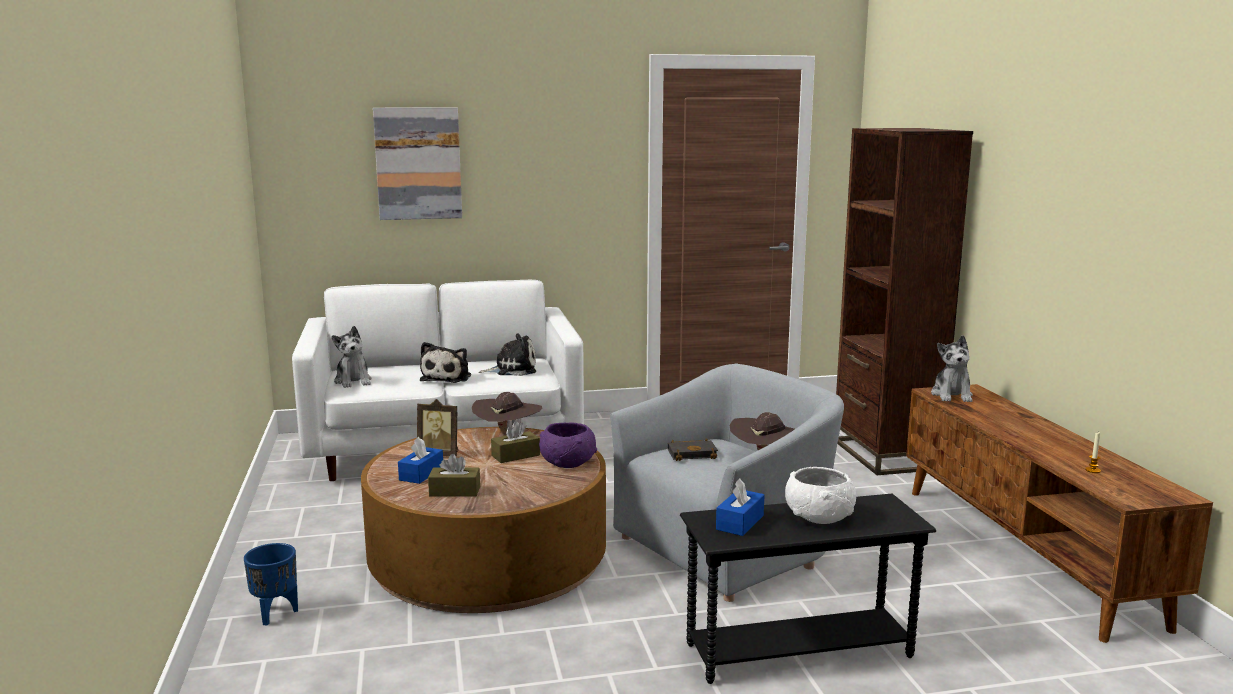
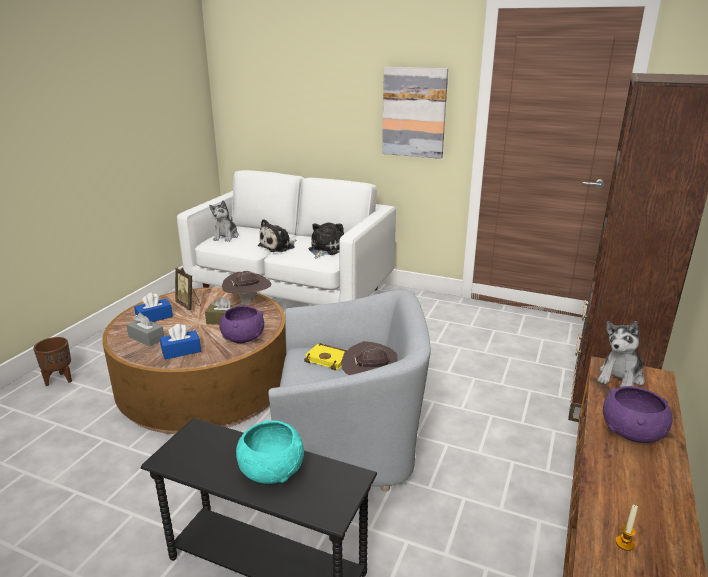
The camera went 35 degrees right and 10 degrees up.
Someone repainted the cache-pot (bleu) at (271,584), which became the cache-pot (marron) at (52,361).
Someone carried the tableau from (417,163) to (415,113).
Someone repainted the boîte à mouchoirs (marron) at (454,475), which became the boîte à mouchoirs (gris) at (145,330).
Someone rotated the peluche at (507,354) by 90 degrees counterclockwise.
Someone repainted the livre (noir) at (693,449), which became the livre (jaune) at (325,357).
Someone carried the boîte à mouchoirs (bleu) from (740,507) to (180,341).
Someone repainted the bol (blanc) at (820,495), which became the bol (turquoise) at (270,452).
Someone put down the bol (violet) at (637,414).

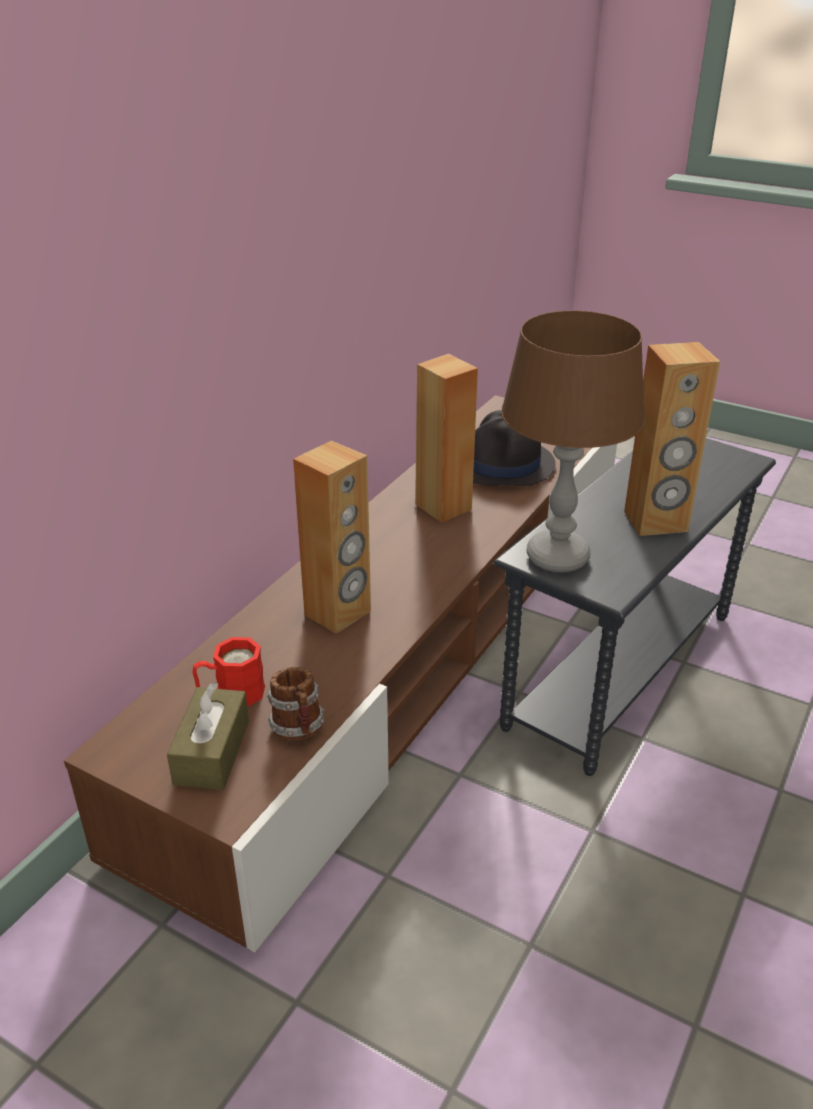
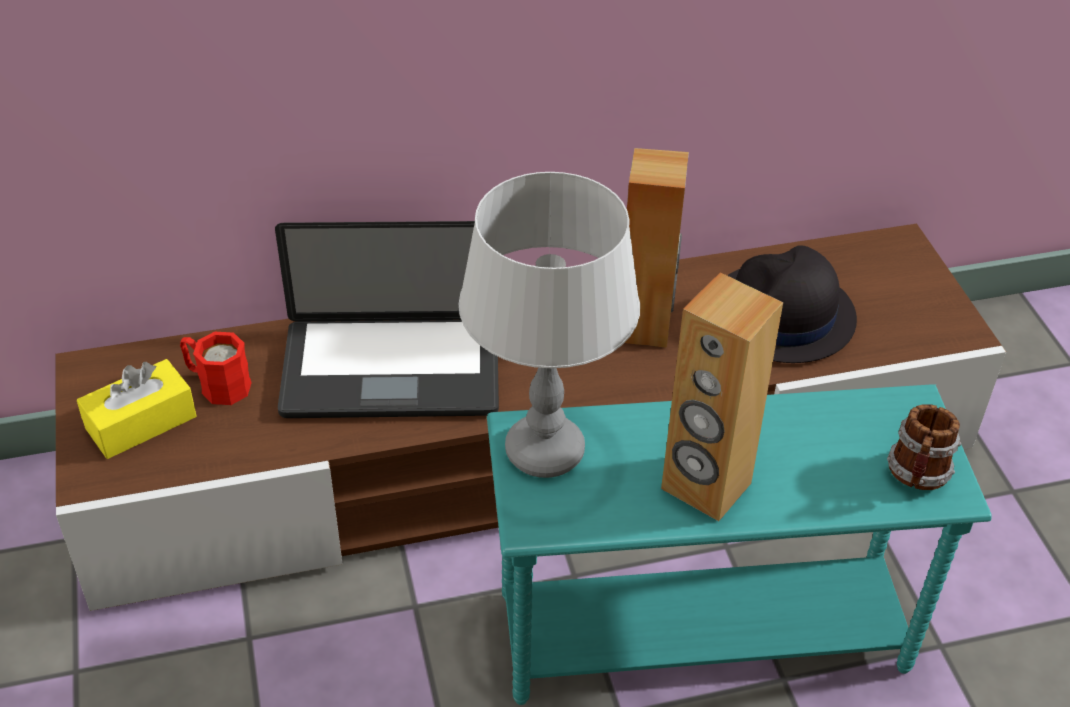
The camera went 45 degrees right and 10 degrees up.
Someone repainted the boîte à mouchoirs (marron) at (208,736), which became the boîte à mouchoirs (jaune) at (137,409).
Someone carried the mug from (296,703) to (924,447).
Someone swapped the enceinte (marron) at (332,537) for the ordinateur portable at (387,319).
Someone repainted the table d'appoint (gris) at (634,607), which became the table d'appoint (turquoise) at (739,544).
Someone repainted the lampe de table (marron) at (573,441), which became the lampe de table (gris) at (549,325).

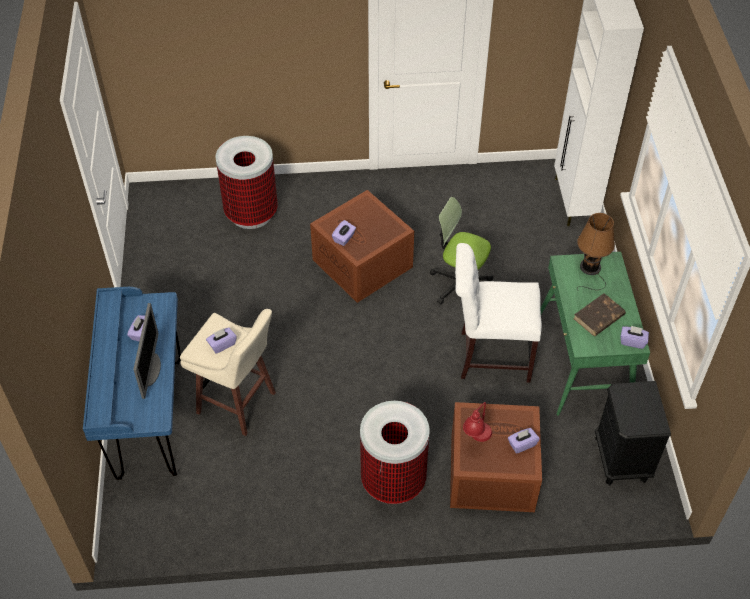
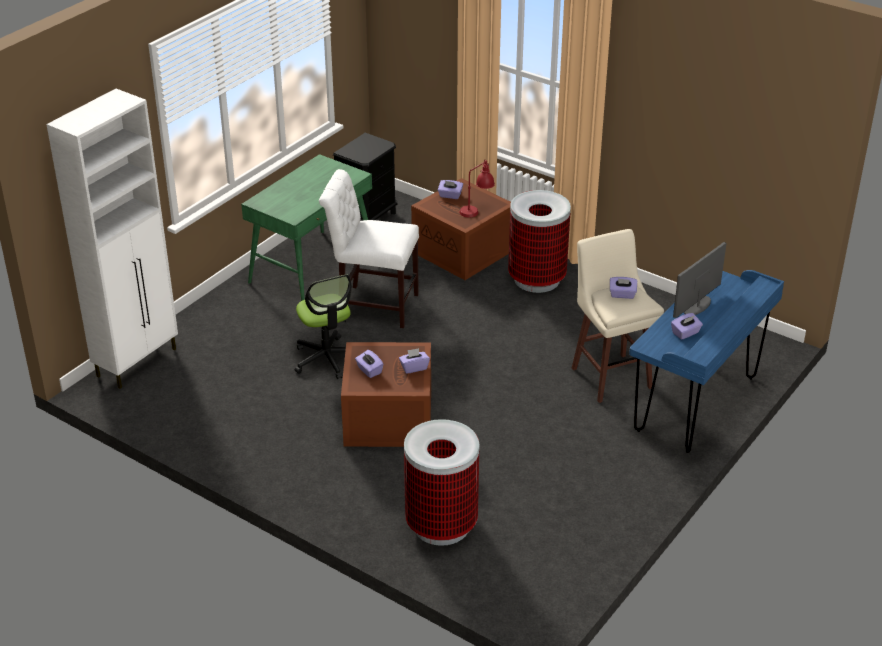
The camera went 140 degrees left and 15 degrees down.
Someone rotated the chaise (blanc) at (498,313) by 150 degrees clockwise.
Someone took away the livre (marron) at (599,314).
Someone took away the lampe de table (marron) at (596,251).
Someone carried the boîte à mouchoirs (violet) from (634,337) to (369,364).

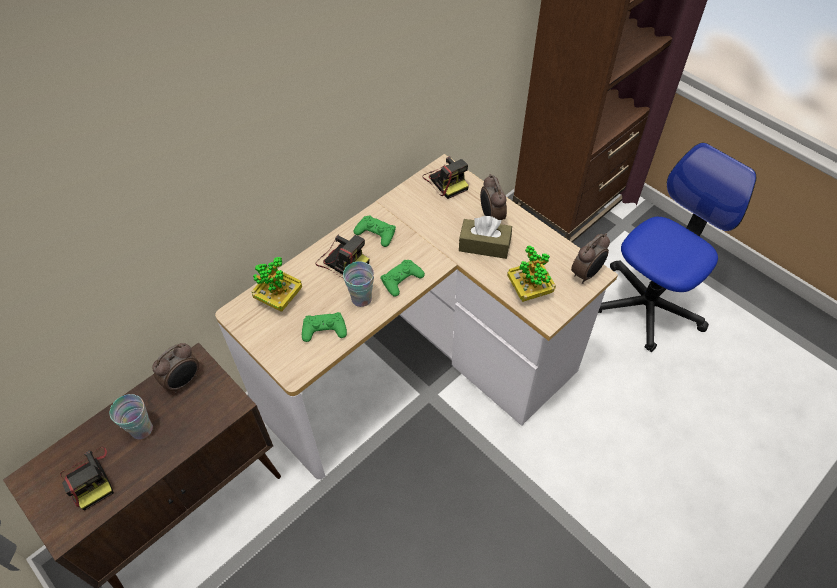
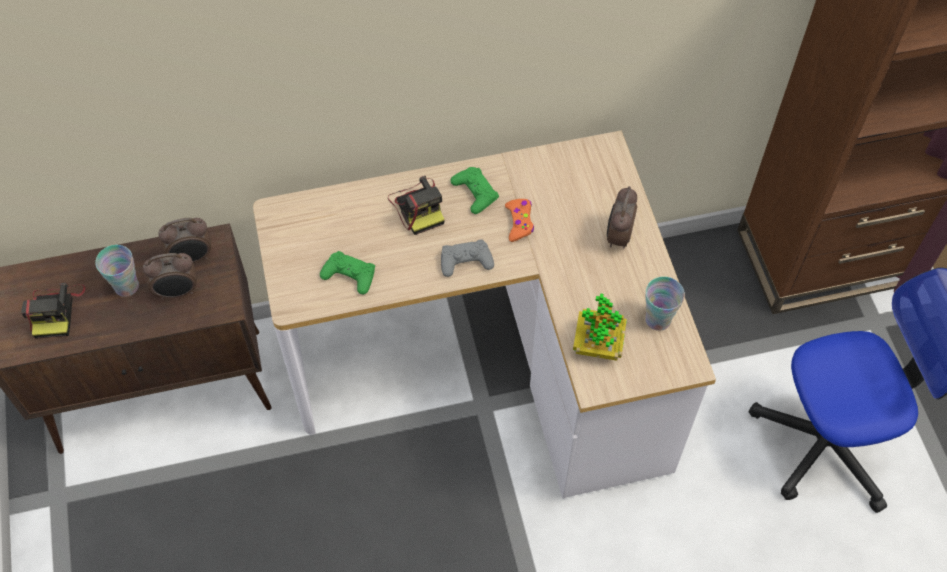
The camera went 30 degrees right and 5 degrees up.
Someone took away the plante en pot at (276,284).
Someone carried the tasse from (358,284) to (665,304).
Someone repainted the manette (vert) at (402,278), which became the manette (gris) at (467,258).
Someone took away the appareil photo at (445,177).
Someone took away the boîte à mouchoirs (marron) at (485,237).
Someone carried the réveil from (590,258) to (170,276).
Someone put down the manette (orange) at (519,220).

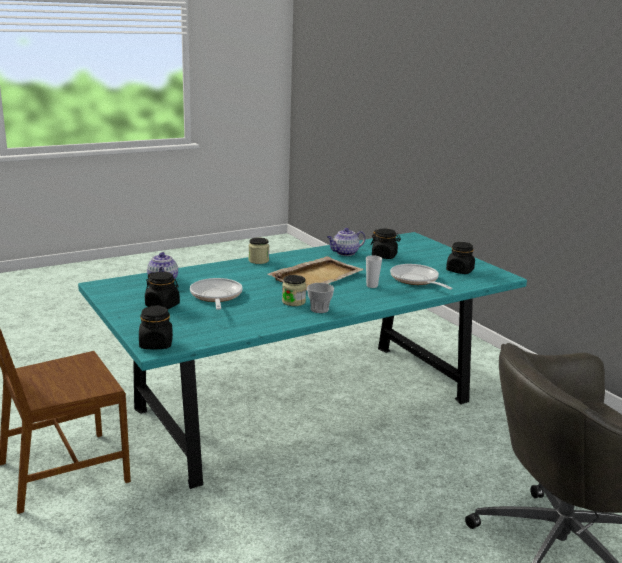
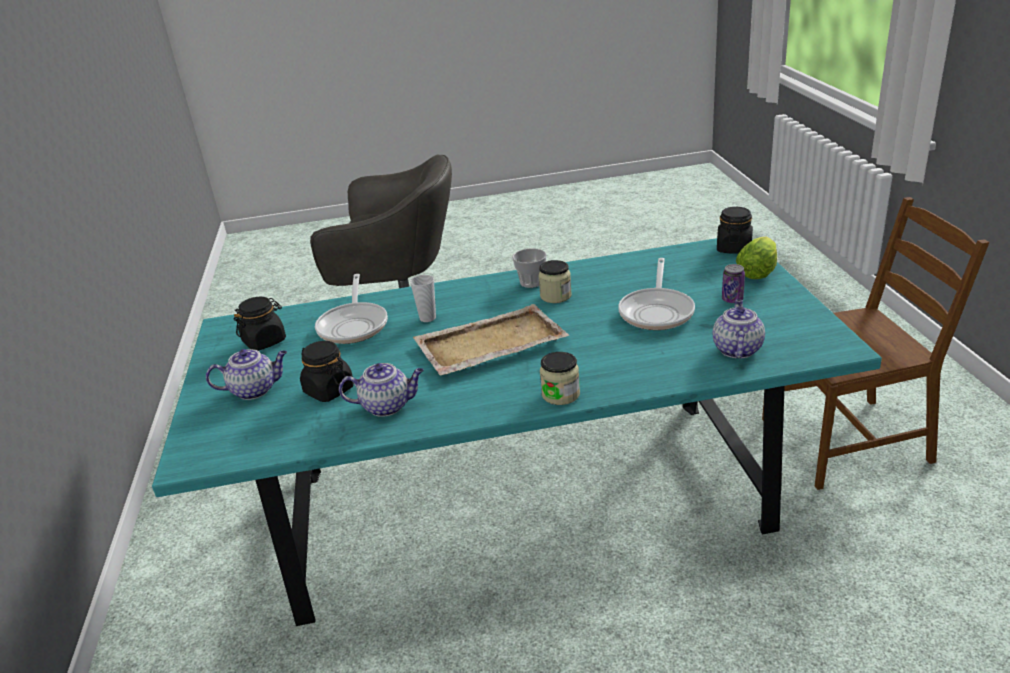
The camera went 155 degrees left and 10 degrees up.
Someone swapped the bocal (noir) at (162,290) for the boîte métallique at (733,283).
Someone put down the théière at (246,374).
Someone put down the laitue at (756,258).

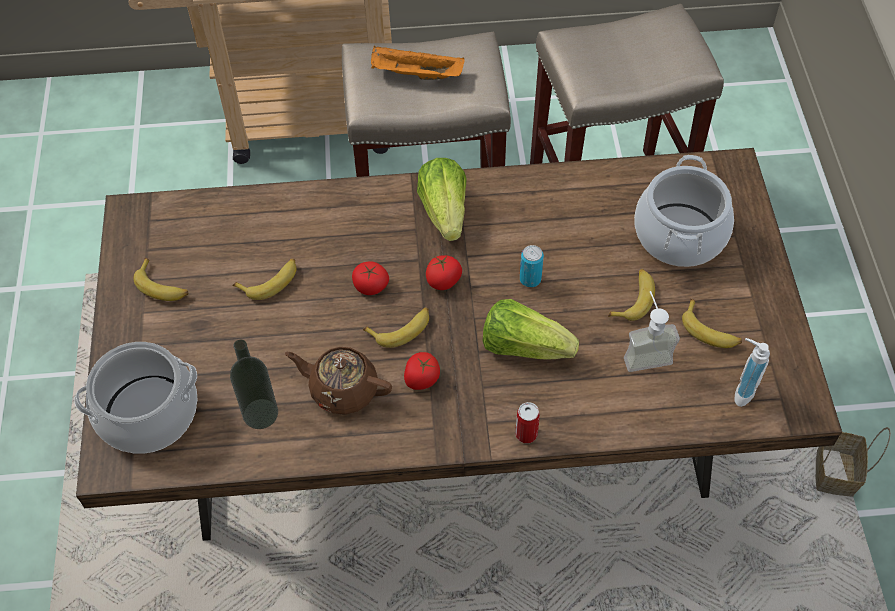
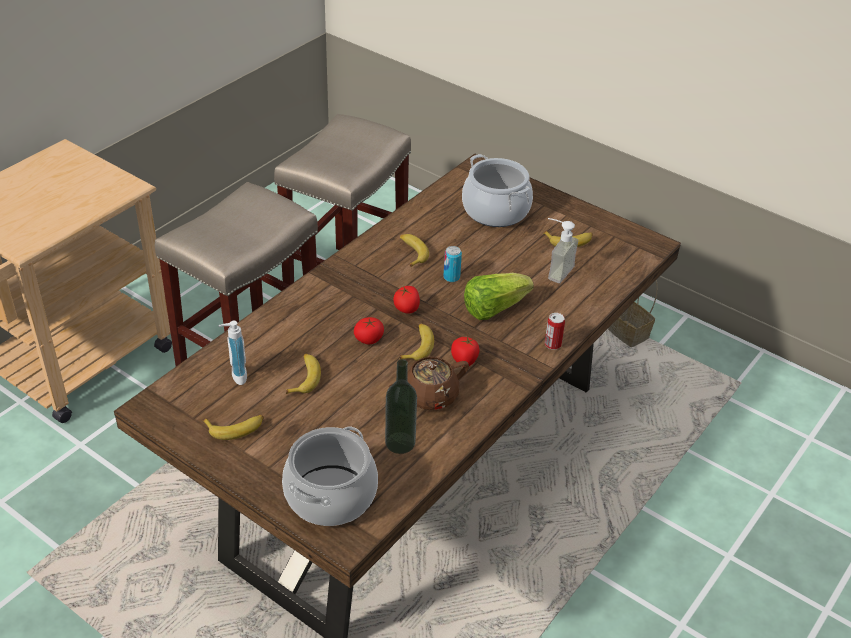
The camera went 50 degrees left and 15 degrees down.
Someone took away the plateau (orange) at (417,63).
Someone took away the laitue at (442,199).
Someone carried the banane from (631,295) to (414,250).
Someone carried the distributeur de savon from (752,372) to (232,353).

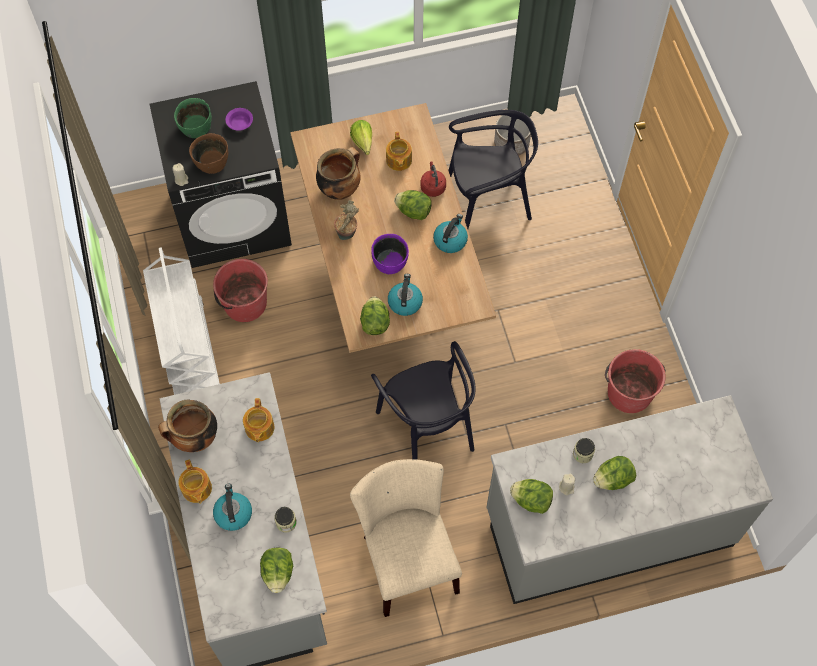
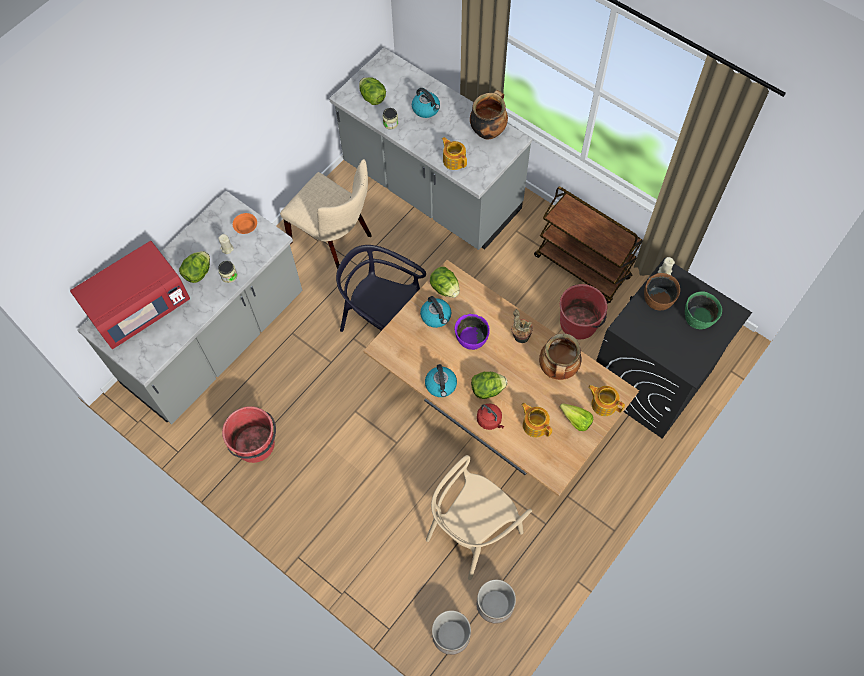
The camera went 145 degrees right and 0 degrees up.
Someone repainted the chariot (blanc) at (181,321), which became the chariot (marron) at (588,245).
Someone carried the théière from (195,481) to (606,400).
Someone took away the bol (violet) at (239,119).
Someone repainted the chaise (noir) at (493,169), which became the chaise (beige) at (479,517).
Someone swapped the laitue at (531,496) for the bol (orange) at (245,223).
Someone put down the micro-ondes (rouge) at (130,295).
Someone put down the cache-pot at (451,632).

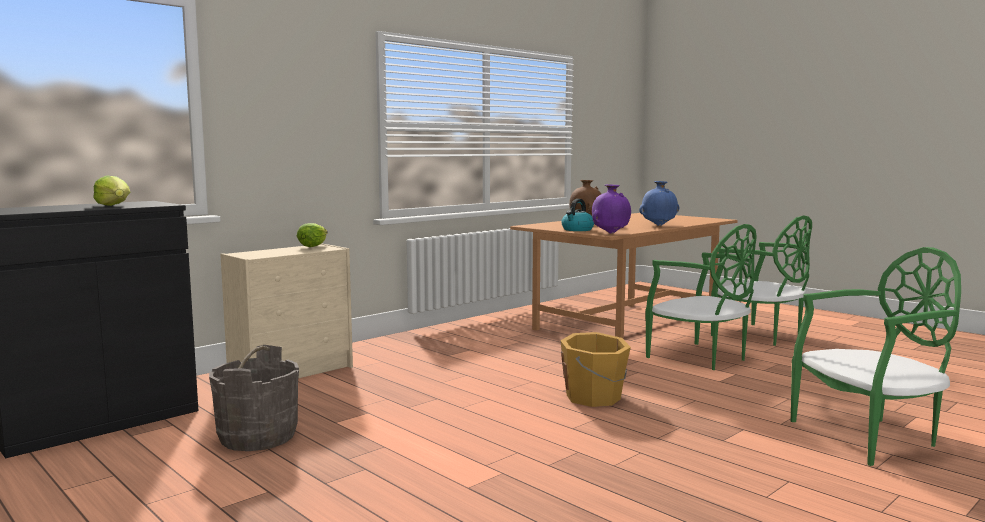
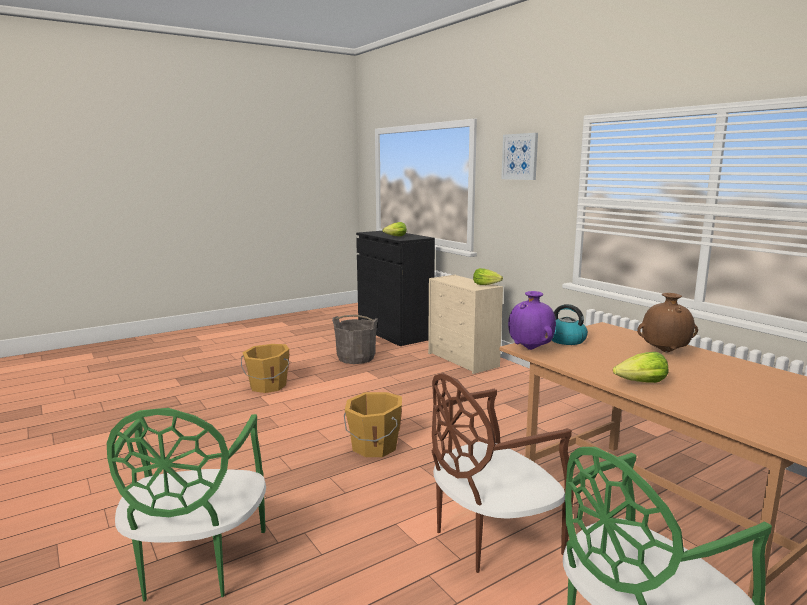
The camera went 100 degrees right and 5 degrees up.
Someone swapped the vase (bleu) at (659,203) for the laitue at (640,367).
Someone repainted the chaise (vert) at (701,297), which became the chaise (marron) at (503,473).
Someone put down the seau (orange) at (265,368).
Someone put up the tableau at (519,156).

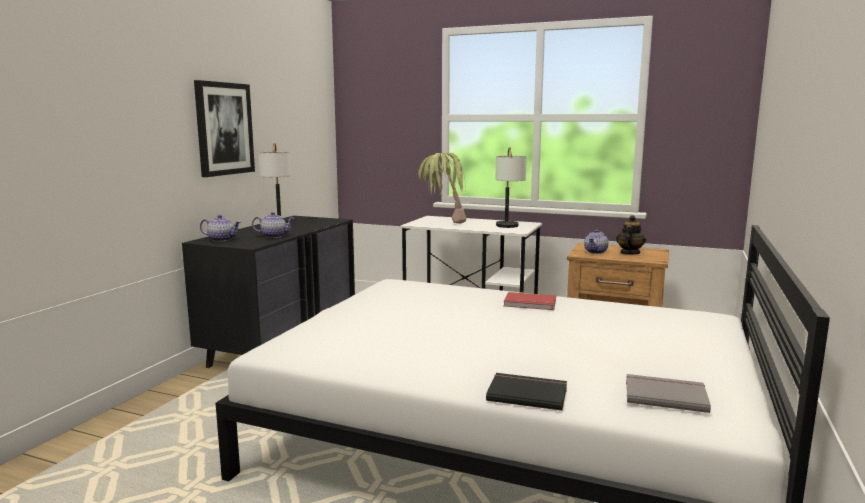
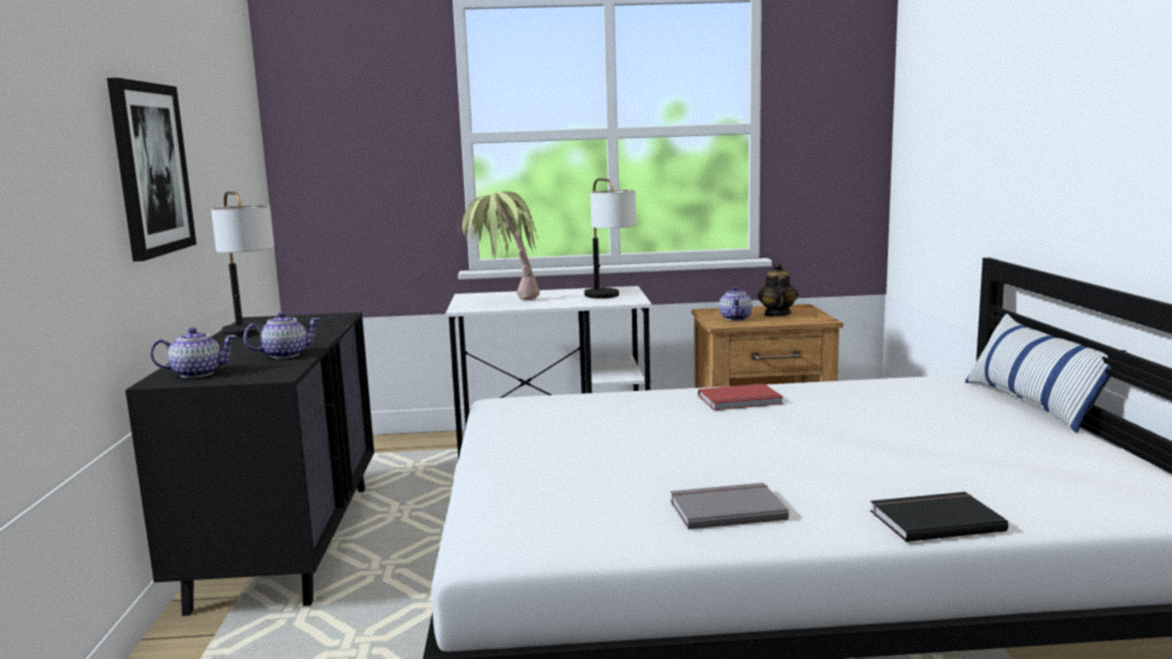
The camera went 25 degrees left and 0 degrees up.
Someone carried the livre (gris) from (668,393) to (729,506).
Someone put down the coussin at (1045,373).

